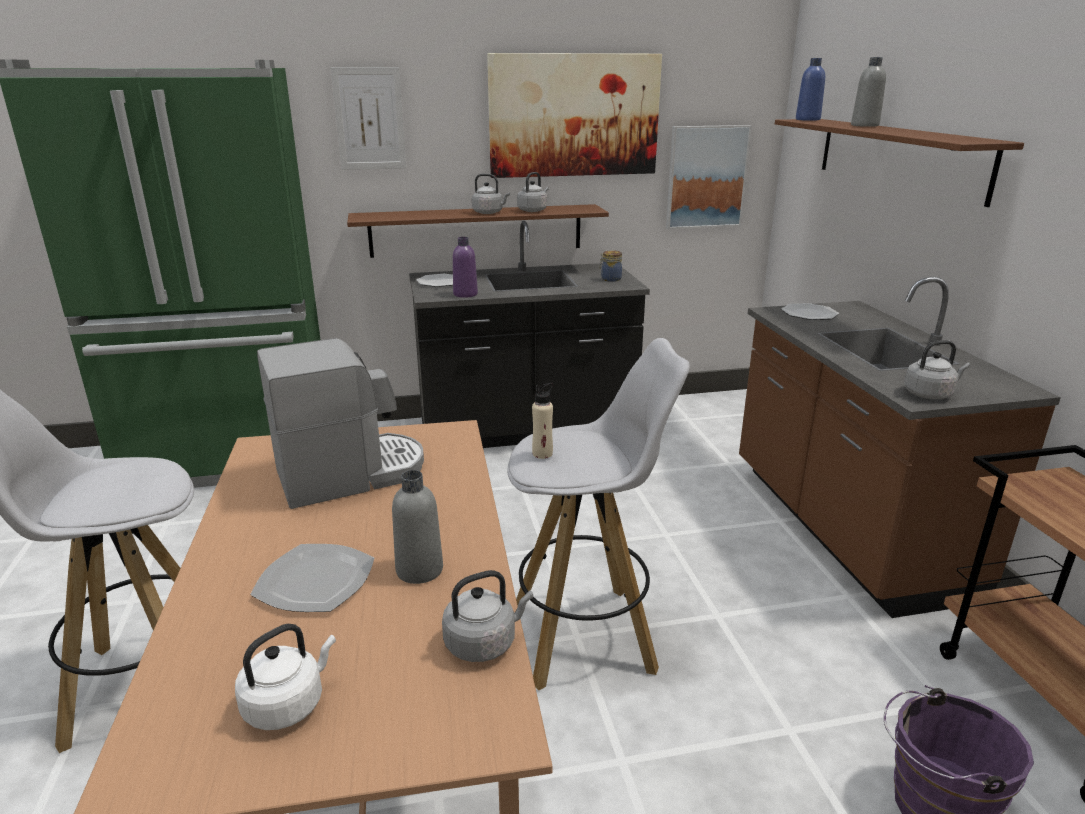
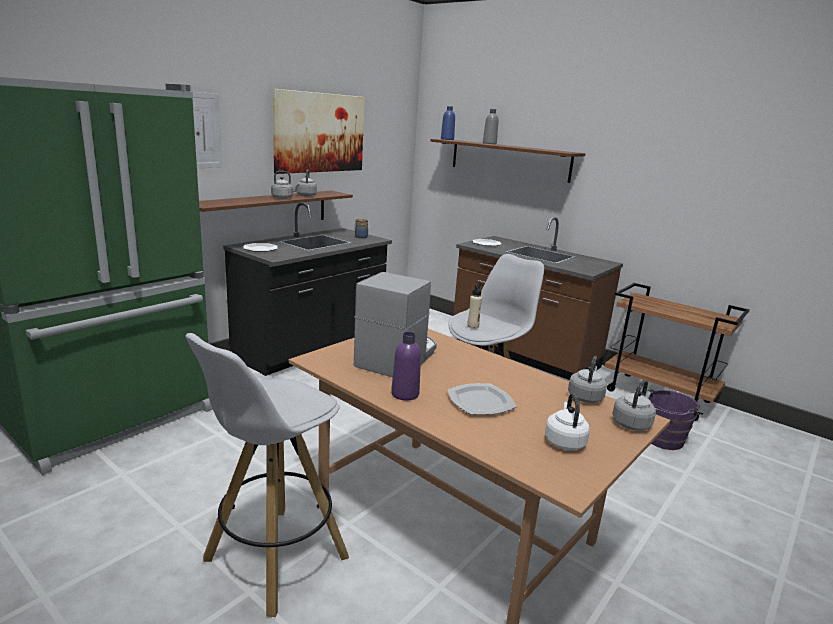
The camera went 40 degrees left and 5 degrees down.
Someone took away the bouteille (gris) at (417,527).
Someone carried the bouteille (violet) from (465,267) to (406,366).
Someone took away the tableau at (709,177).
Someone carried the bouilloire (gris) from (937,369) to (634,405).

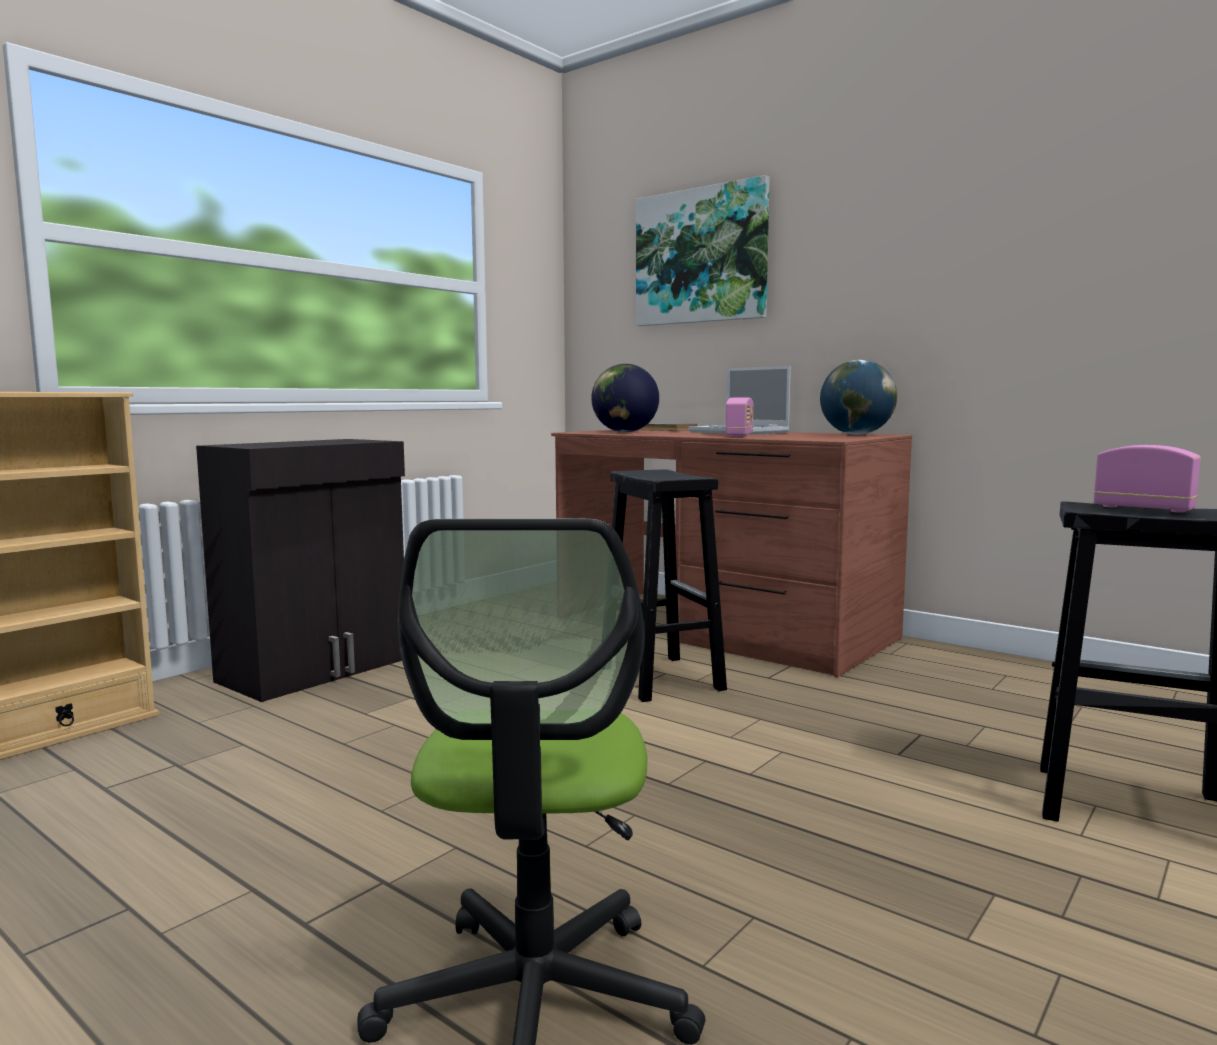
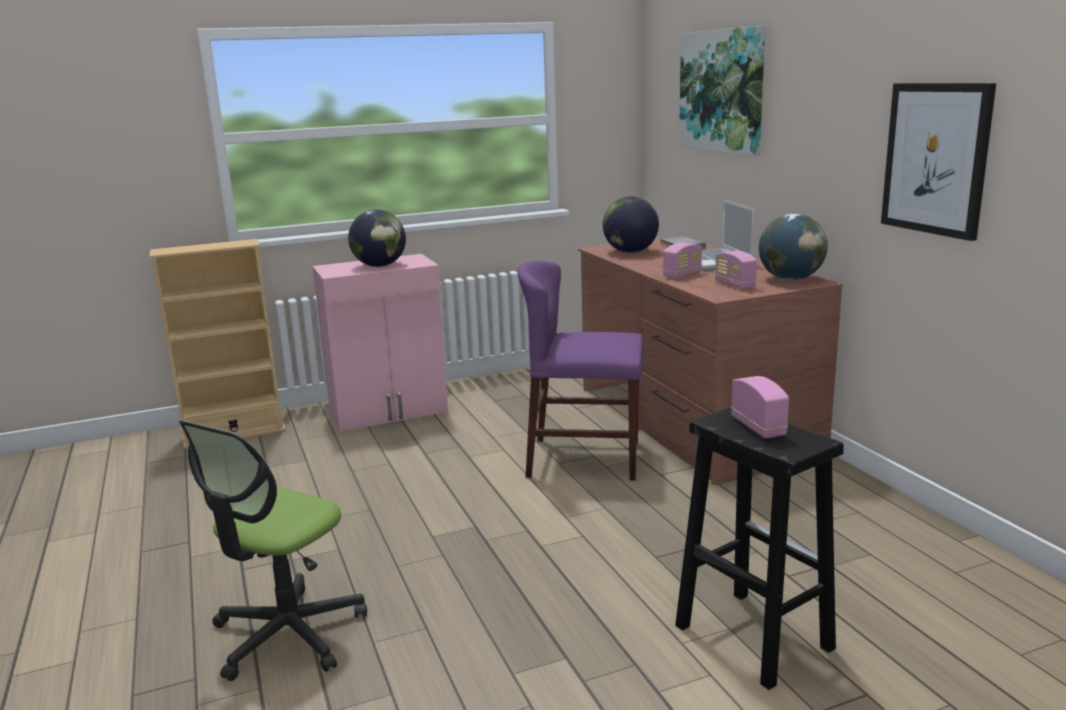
The camera went 30 degrees right and 10 degrees up.
Someone repainted the meuble de rangement (noir) at (300,570), which became the meuble de rangement (rose) at (380,342).
Someone swapped the tabouret (noir) at (668,585) for the chaise (violet) at (580,370).
Someone put down the globe at (377,238).
Someone put down the radio at (736,270).
Someone put up the tableau at (938,162).

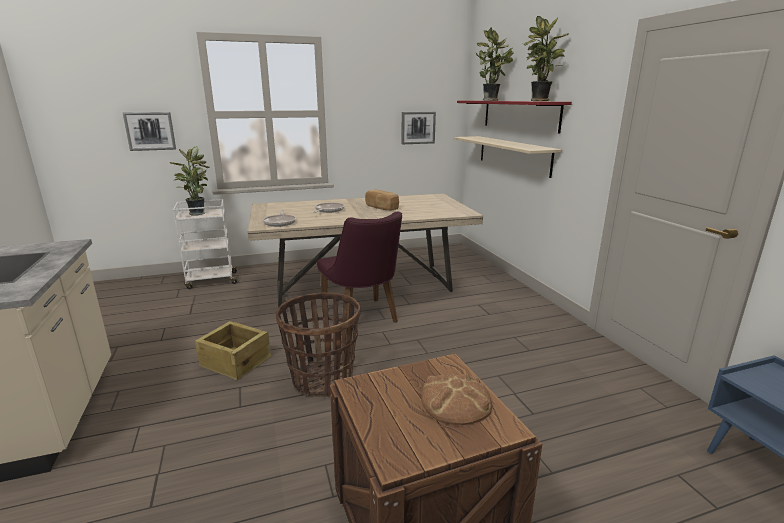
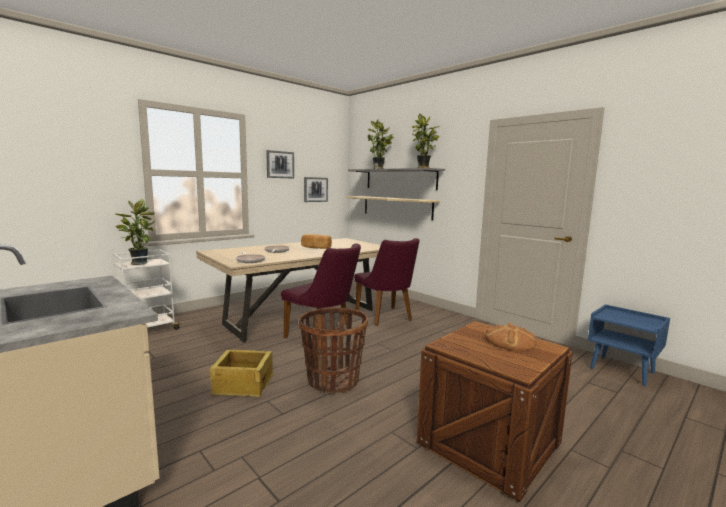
The camera went 25 degrees left and 10 degrees down.
Someone carried the tableau from (149,131) to (280,164).
Someone repainted the étagère (rouge) at (514,117), which became the étagère (gris) at (396,179).
Someone put down the chaise (violet) at (386,282).

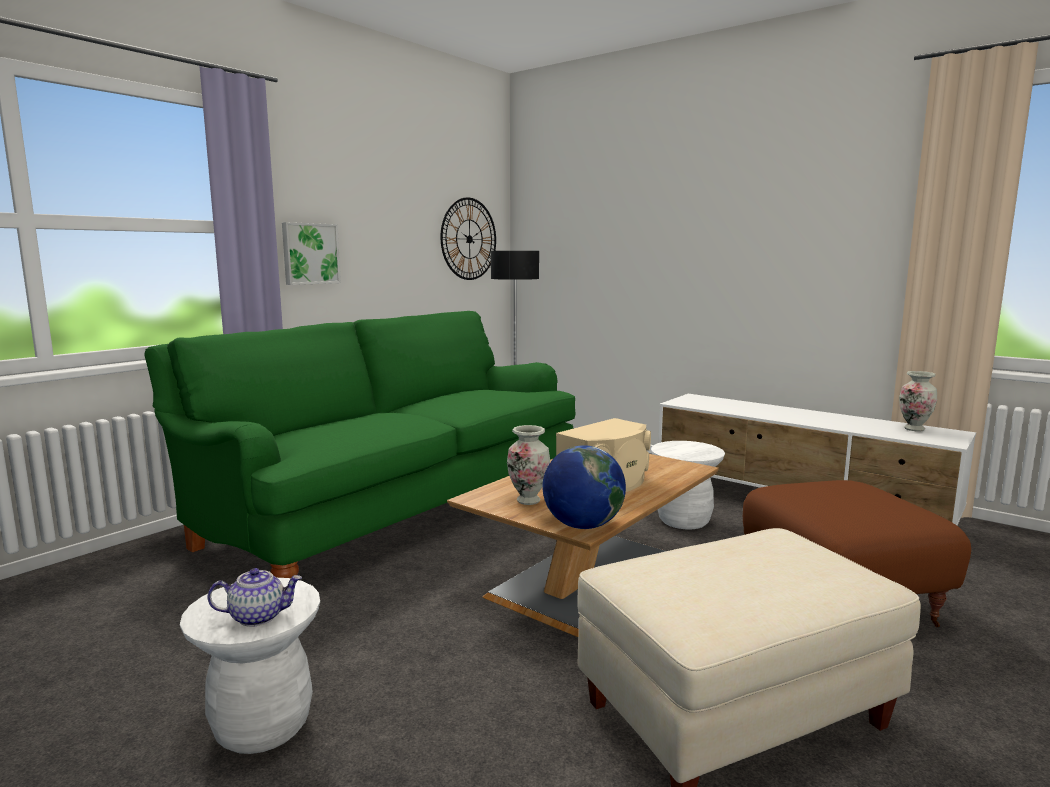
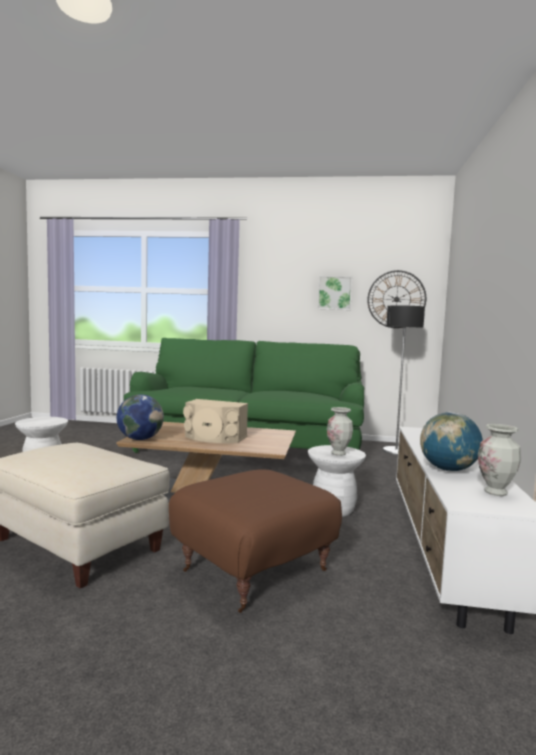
The camera went 60 degrees right and 5 degrees down.
Someone took away the théière at (254,597).
Someone carried the tableau from (311,253) to (334,293).
Someone carried the vase from (528,465) to (340,431).
Someone put down the globe at (451,442).

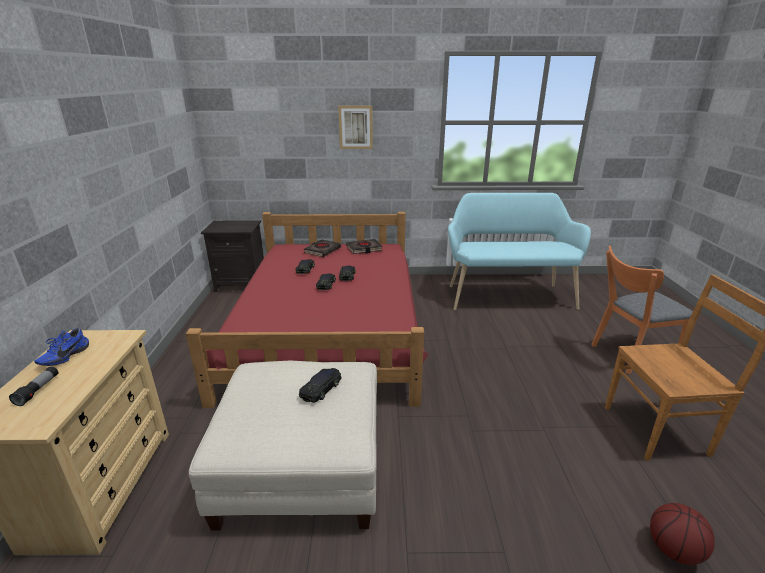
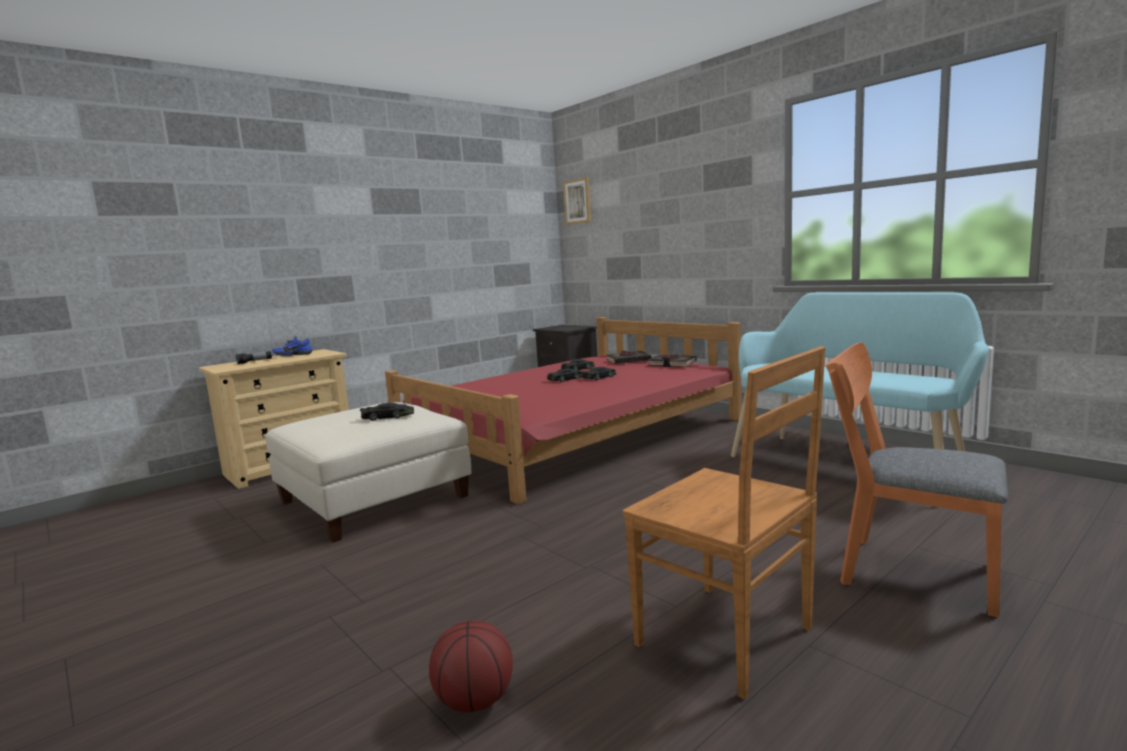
The camera went 50 degrees right and 15 degrees down.
Someone carried the tableau from (355,127) to (577,201).

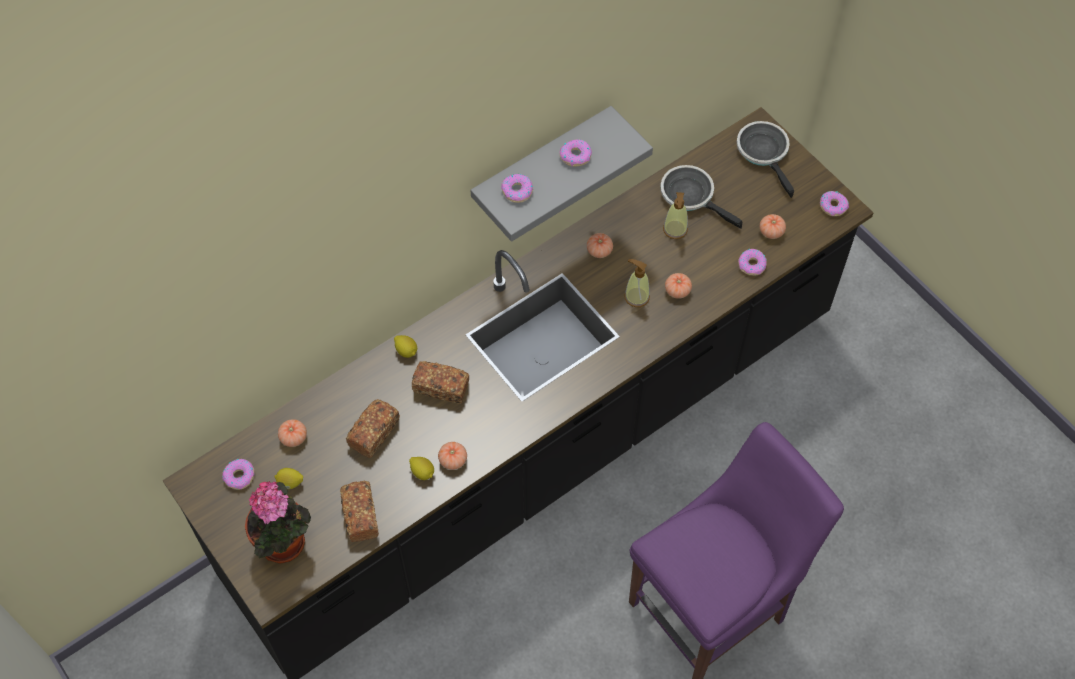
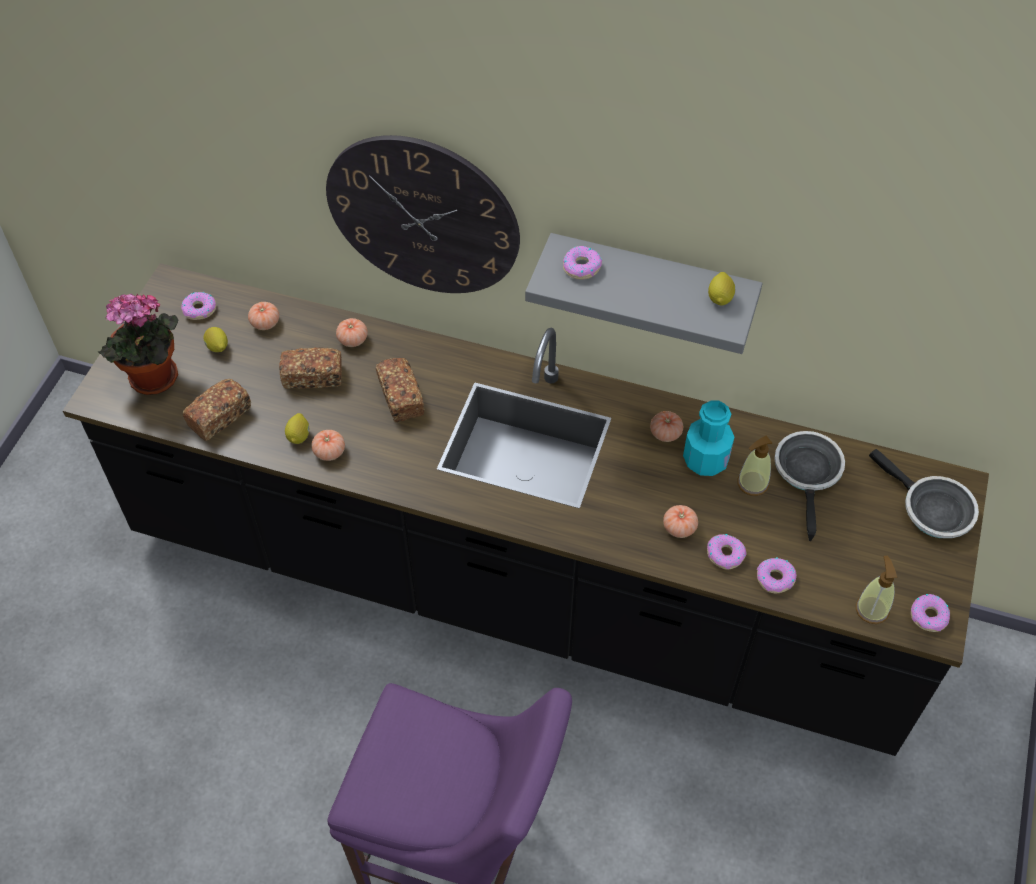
The camera went 55 degrees right and 5 degrees down.
Someone carried the citron from (405,346) to (721,288).
Someone carried the beignet from (576,153) to (727,551).
Someone carried the distributeur de savon from (637,283) to (876,590).
Someone rotated the poêle at (765,159) by 105 degrees clockwise.
Someone carried the tomate from (773,226) to (352,332).
Someone put up the horloge murale at (423,214).
Someone put down the bouteille (turquoise) at (708,438).

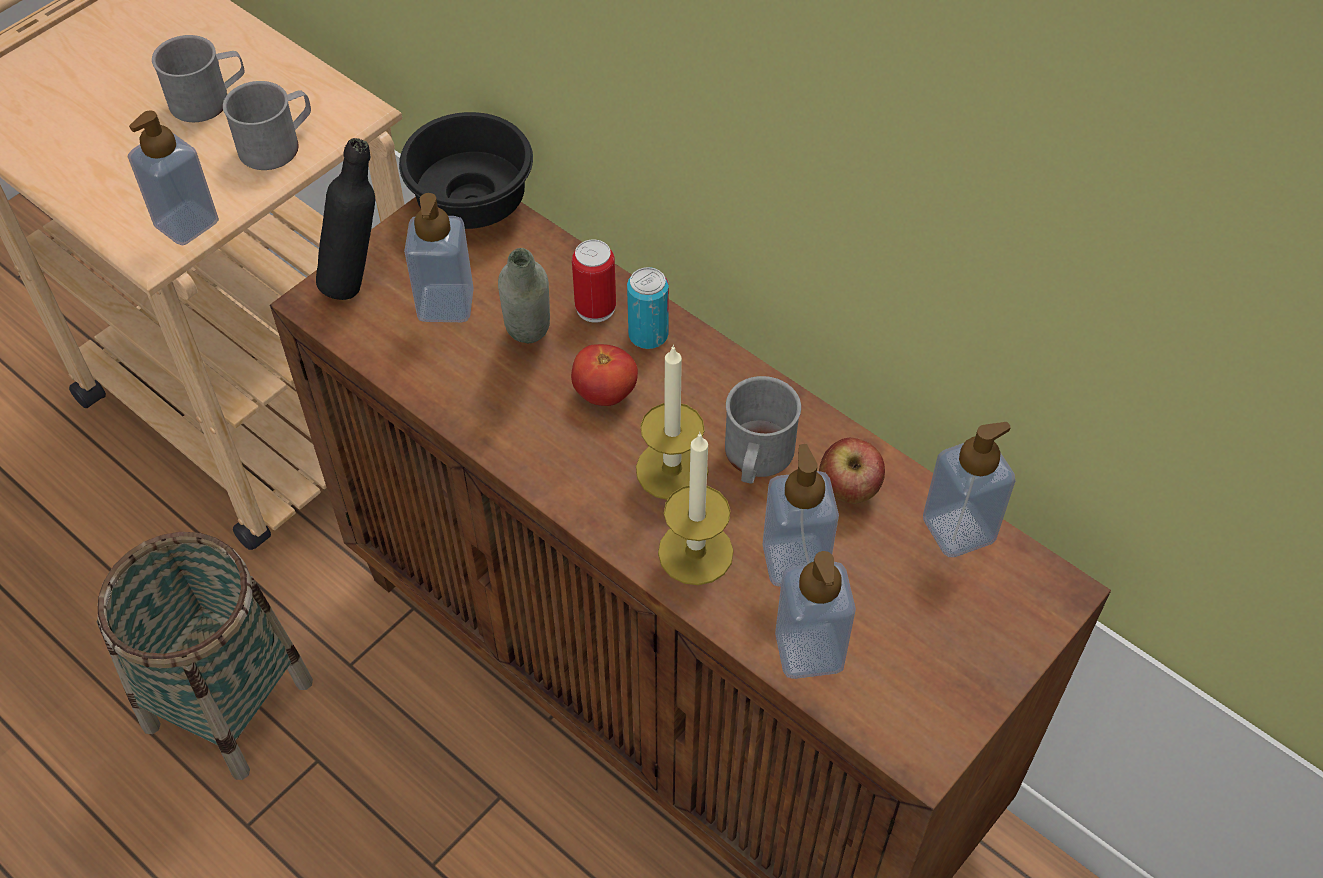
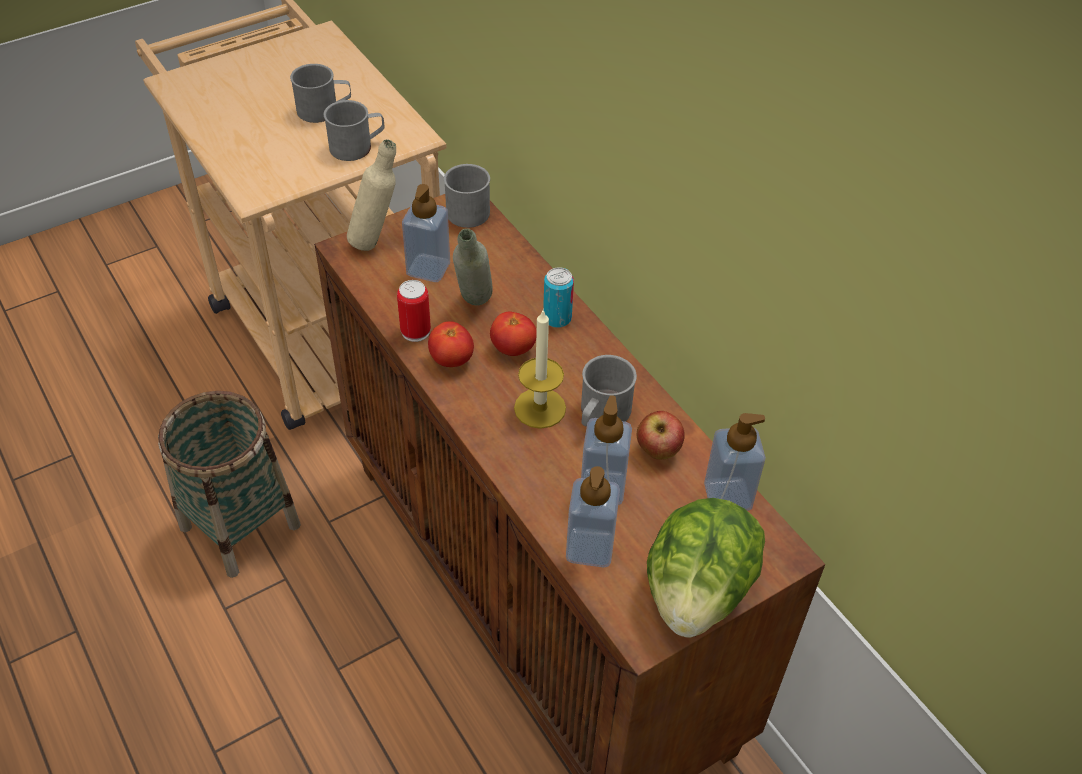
The camera went 15 degrees right and 5 degrees down.
Someone took away the distributeur de savon at (173,178).
Someone repainted the bouteille (noir) at (345,219), which became the bouteille (beige) at (371,195).
Someone swapped the bol (noir) at (466,170) for the mug (gris) at (467,196).
Someone carried the boîte métallique from (594,281) to (414,311).
Someone took away the bougie at (696,508).
Someone put down the tomate at (451,344).
Someone put down the laitue at (706,567).

